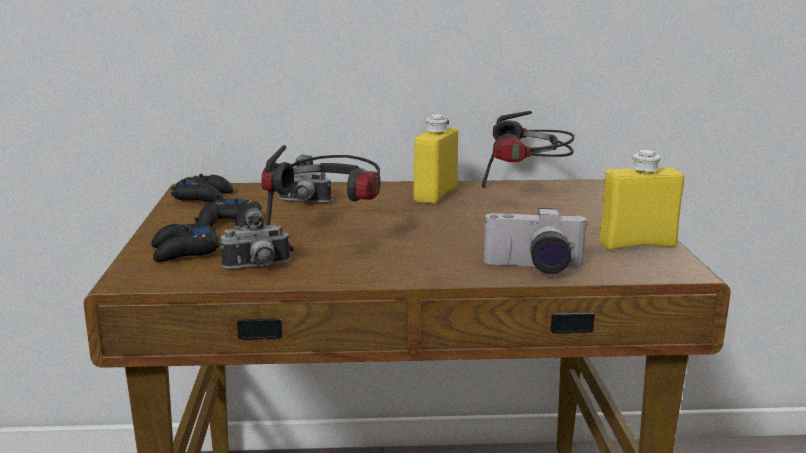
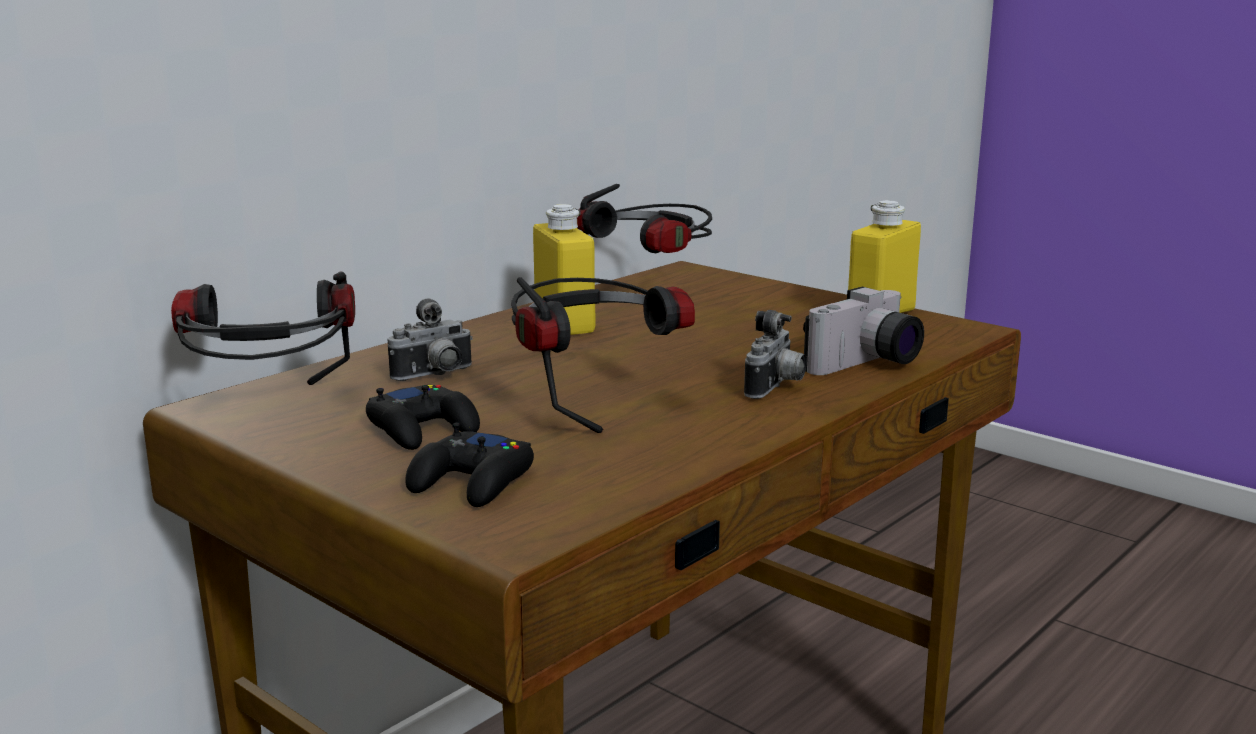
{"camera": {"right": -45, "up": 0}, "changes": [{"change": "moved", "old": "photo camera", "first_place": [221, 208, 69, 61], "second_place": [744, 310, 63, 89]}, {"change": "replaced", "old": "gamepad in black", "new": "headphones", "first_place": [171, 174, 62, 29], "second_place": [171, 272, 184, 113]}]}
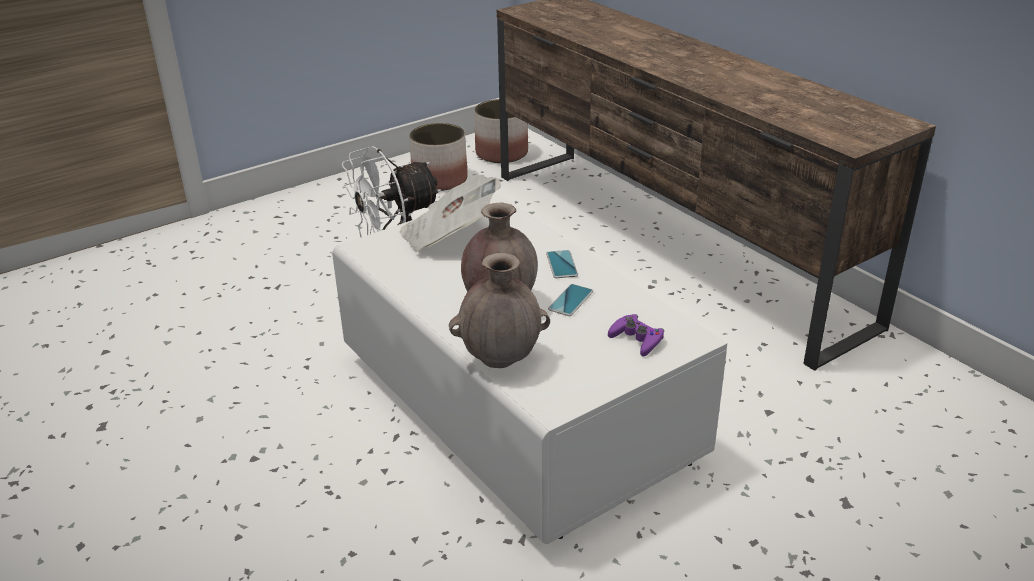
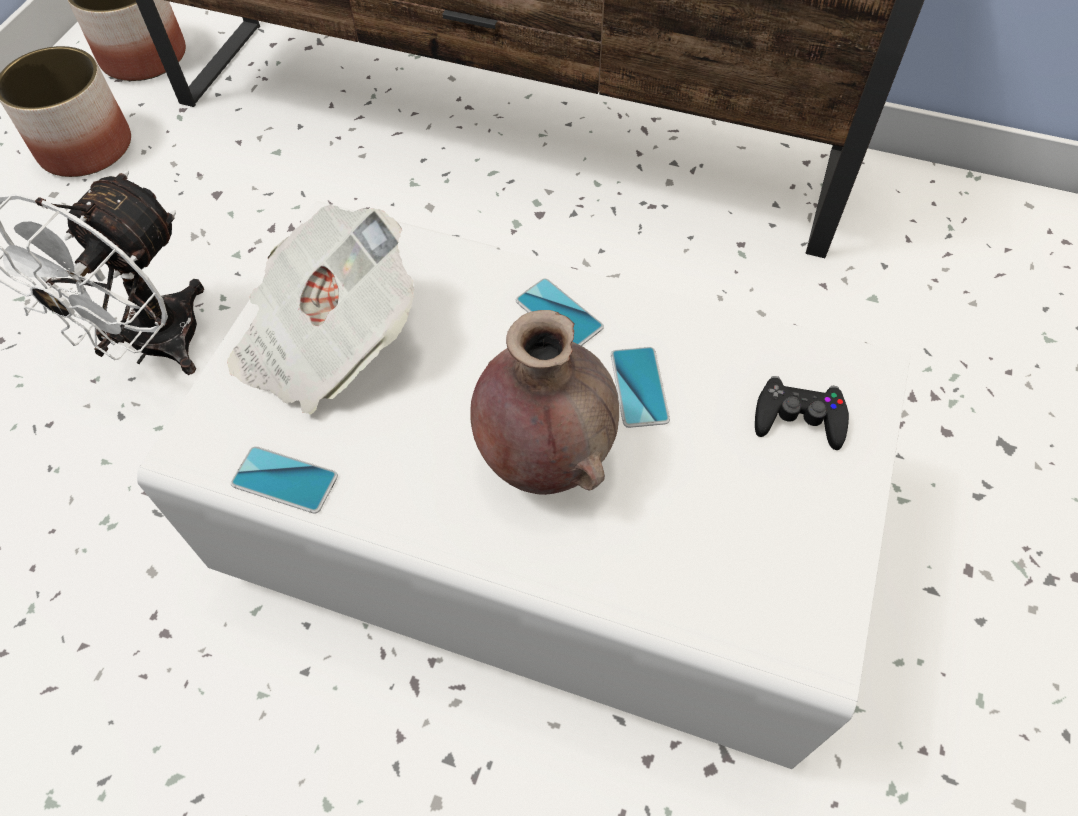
{"camera": {"right": -35, "up": 25}, "changes": [{"change": "removed", "old": "flower vase in brown-coloured", "first_place": [449, 253, 101, 115]}, {"change": "added", "new": "phone", "second_place": [231, 446, 107, 68]}, {"change": "recoloured", "old": "gamepad in purplish", "new": "gamepad in black", "first_place": [608, 314, 56, 43], "second_place": [755, 376, 94, 74]}]}
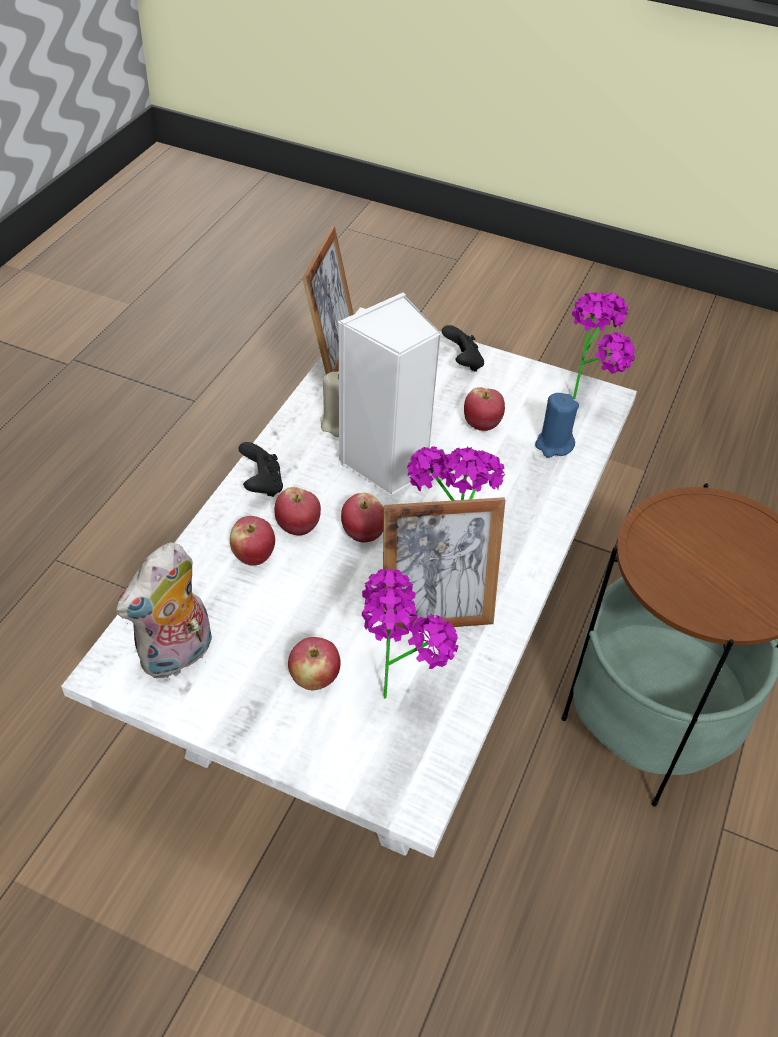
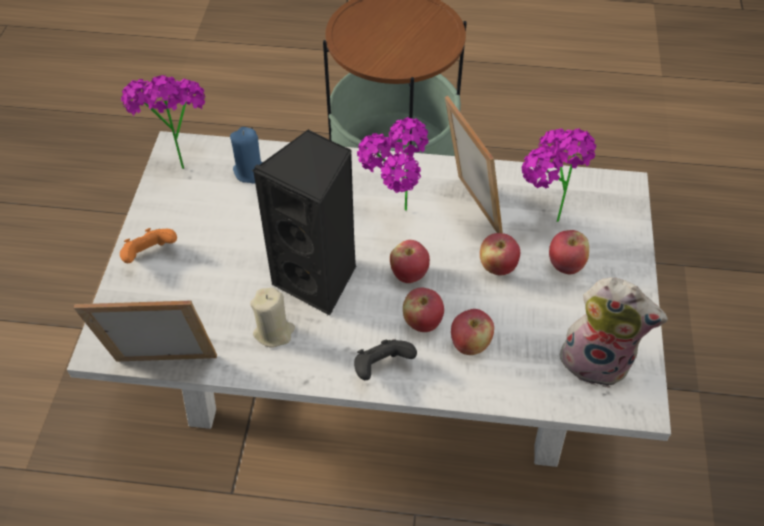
{"camera": {"right": -105, "up": 5}, "changes": [{"change": "moved", "old": "apple fruit", "first_place": [464, 387, 41, 44], "second_place": [480, 233, 40, 42]}, {"change": "recoloured", "old": "speaker in white", "new": "speaker in black", "first_place": [338, 292, 103, 204], "second_place": [252, 129, 104, 187]}, {"change": "recoloured", "old": "gamepad in black", "new": "gamepad in orange", "first_place": [442, 325, 42, 47], "second_place": [120, 228, 57, 35]}]}
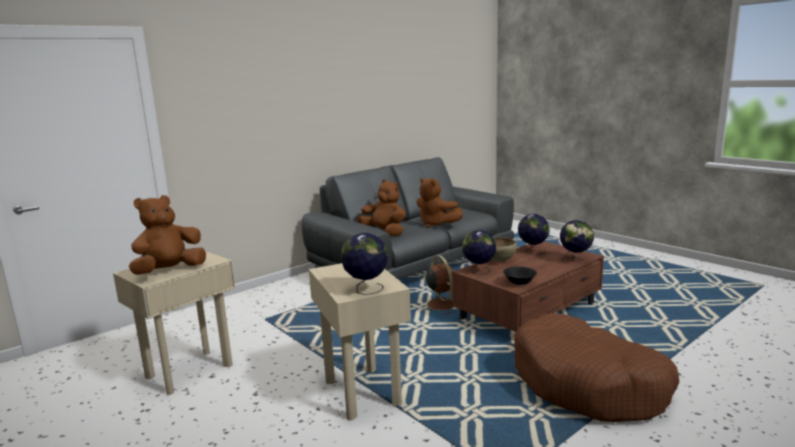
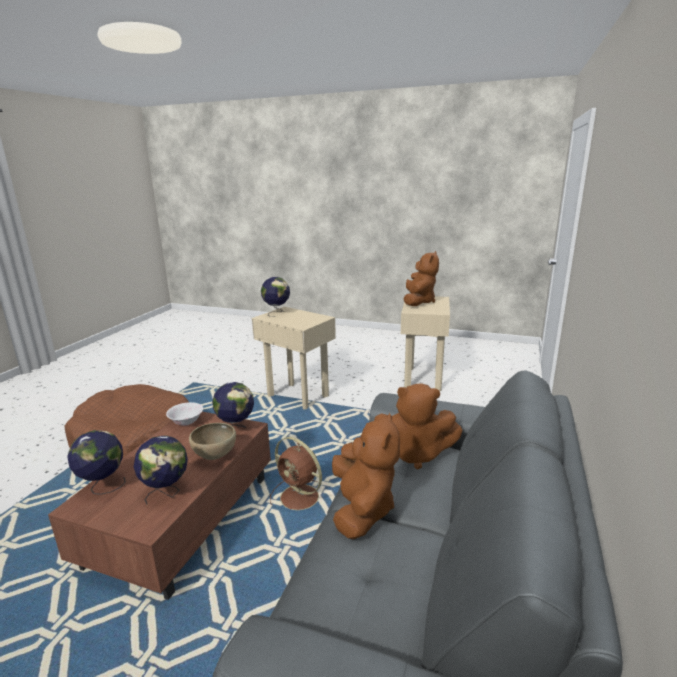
{"camera": {"right": 150, "up": 5}, "changes": [{"change": "recoloured", "old": "bowl in black", "new": "bowl in white", "first_place": [503, 267, 34, 19], "second_place": [166, 402, 37, 24]}, {"change": "turned", "old": "cuddly toy in brown-coloured", "first_place": [416, 178, 47, 50], "second_place": [332, 413, 68, 126], "degrees": 75}]}
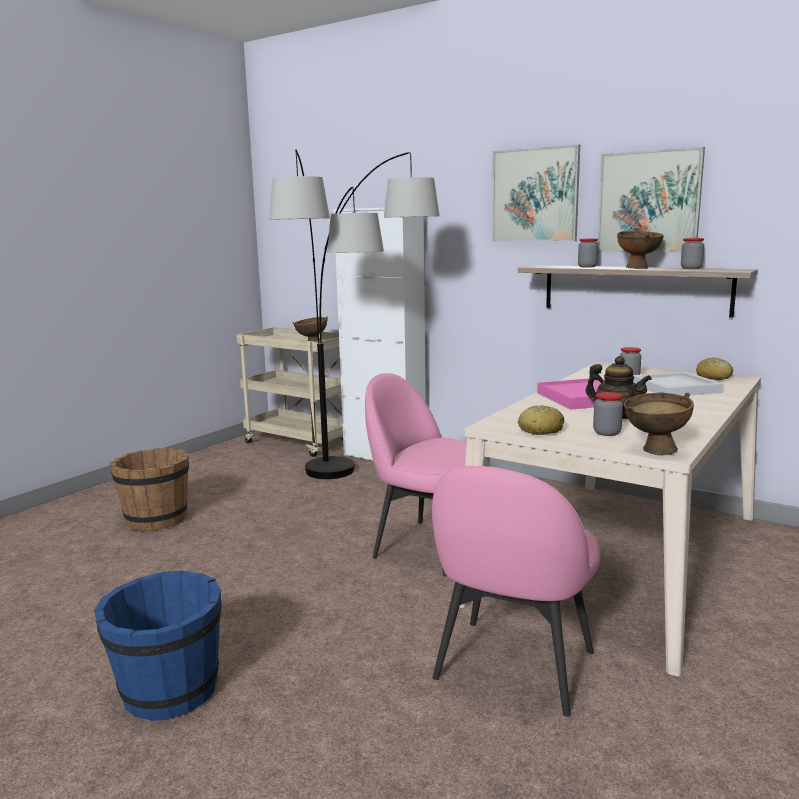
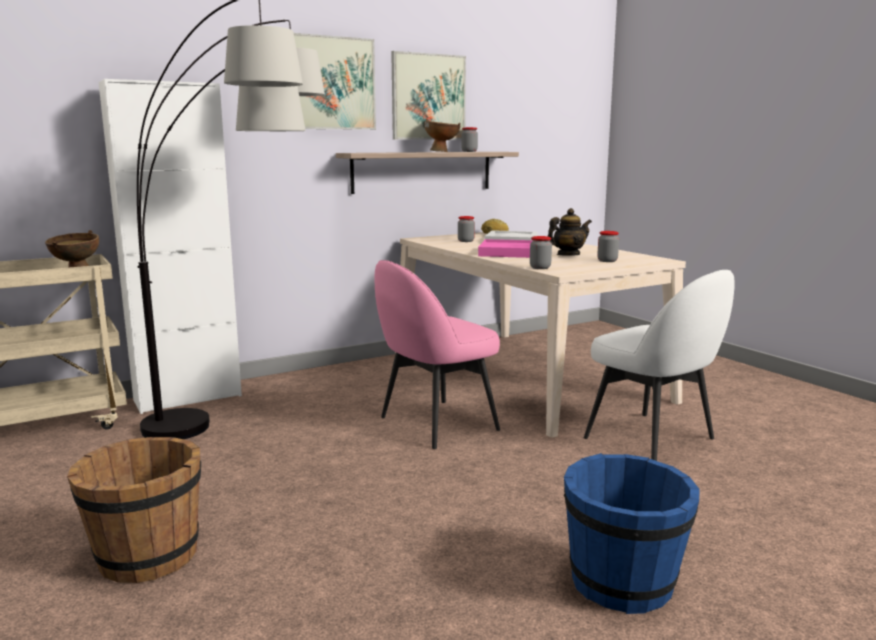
{"camera": {"right": -65, "up": 0}, "changes": [{"change": "removed", "old": "bread", "first_place": [518, 405, 46, 30]}, {"change": "removed", "old": "bowl in brown-coloured", "first_place": [624, 392, 70, 64]}, {"change": "moved", "old": "storage jar", "first_place": [578, 238, 20, 29], "second_place": [530, 236, 22, 33]}, {"change": "recoloured", "old": "upright chair in pink-coloured", "new": "upright chair in white", "first_place": [432, 466, 169, 251], "second_place": [584, 270, 151, 191]}]}
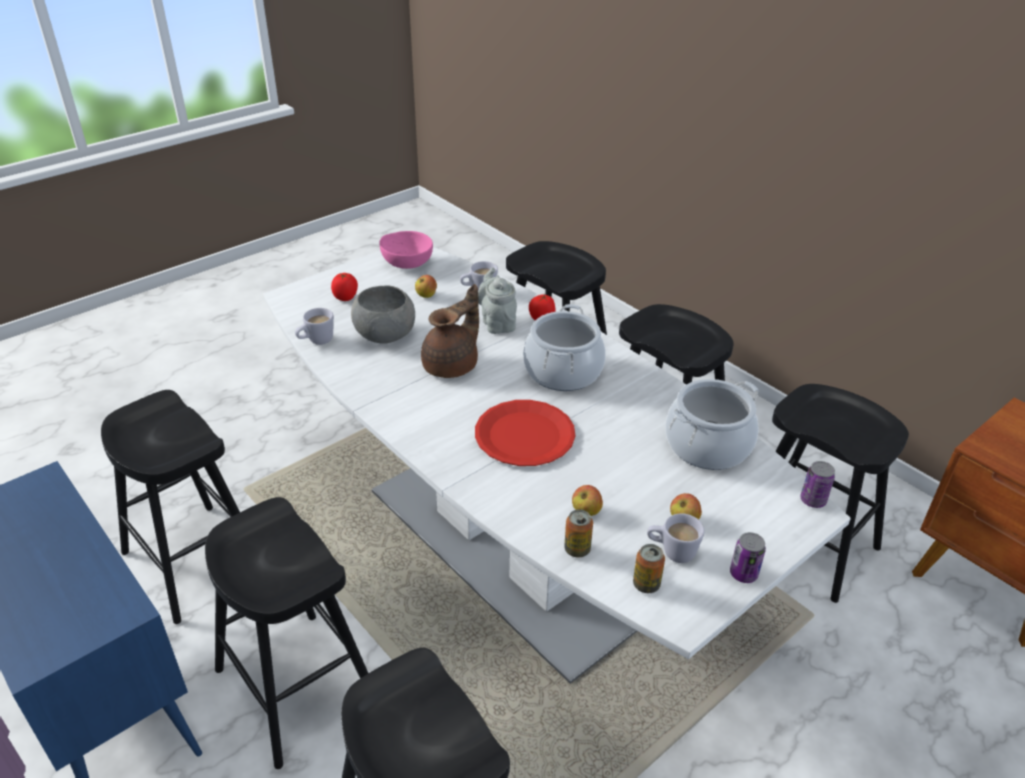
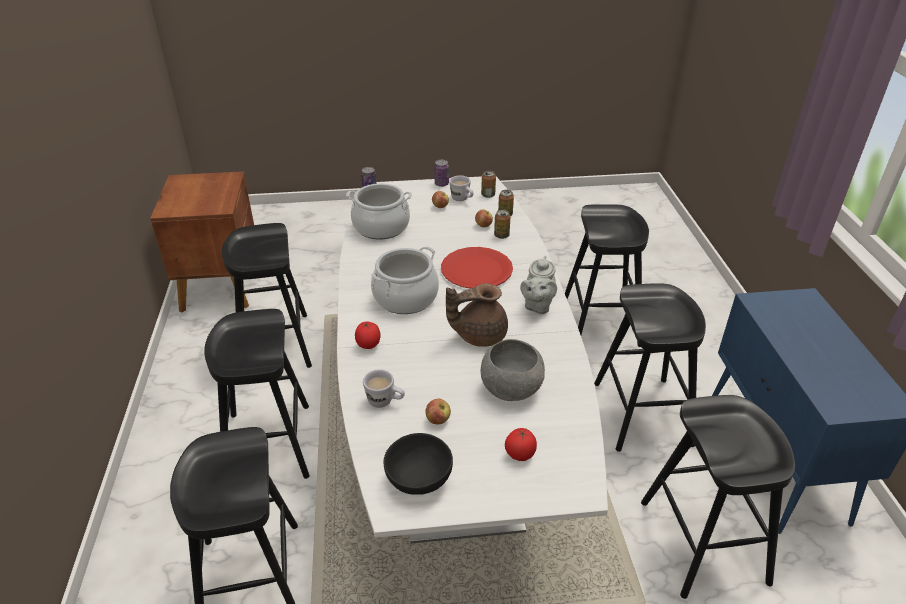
{"camera": {"right": -145, "up": 0}, "changes": [{"change": "removed", "old": "mug in white", "first_place": [295, 308, 39, 37]}, {"change": "added", "new": "sealed can", "second_place": [494, 210, 16, 29]}, {"change": "moved", "old": "teapot in greyish", "first_place": [478, 268, 39, 66], "second_place": [520, 256, 37, 58]}, {"change": "recoloured", "old": "bowl in pink-coloured", "new": "bowl in black", "first_place": [380, 231, 53, 38], "second_place": [383, 433, 70, 62]}]}
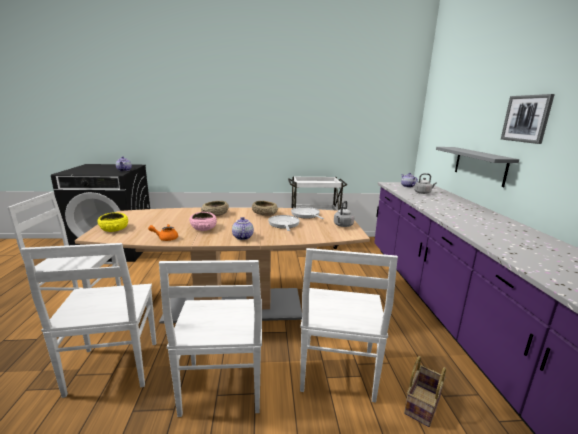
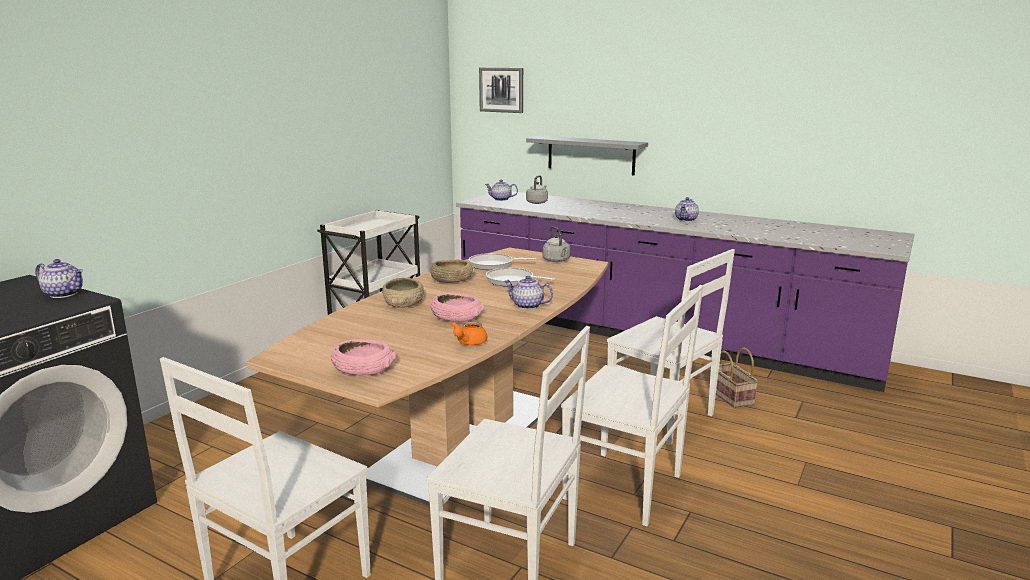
{"camera": {"right": -55, "up": 0}, "changes": [{"change": "added", "new": "teapot", "second_place": [675, 197, 24, 25]}, {"change": "moved", "old": "wall picture", "first_place": [501, 94, 54, 50], "second_place": [479, 68, 44, 45]}, {"change": "recoloured", "old": "bowl in yellow", "new": "bowl in pink-coloured", "first_place": [97, 212, 31, 20], "second_place": [331, 339, 65, 36]}]}
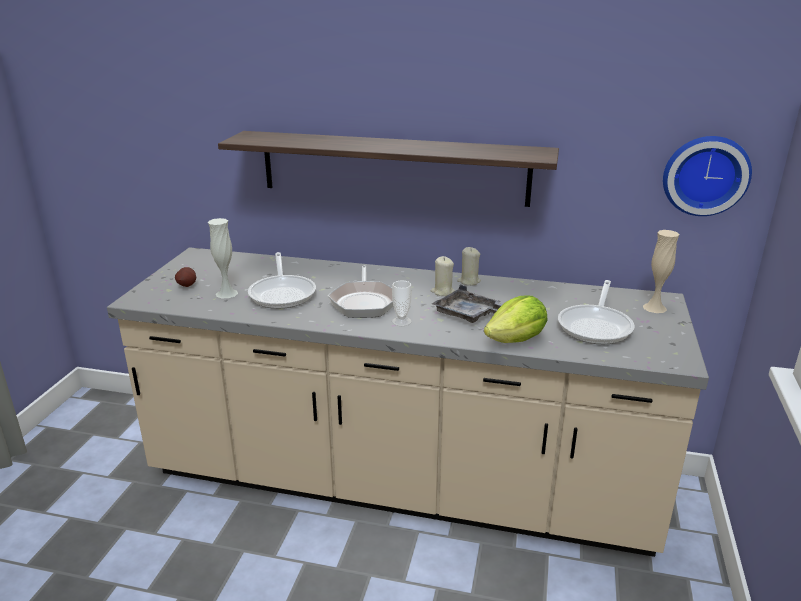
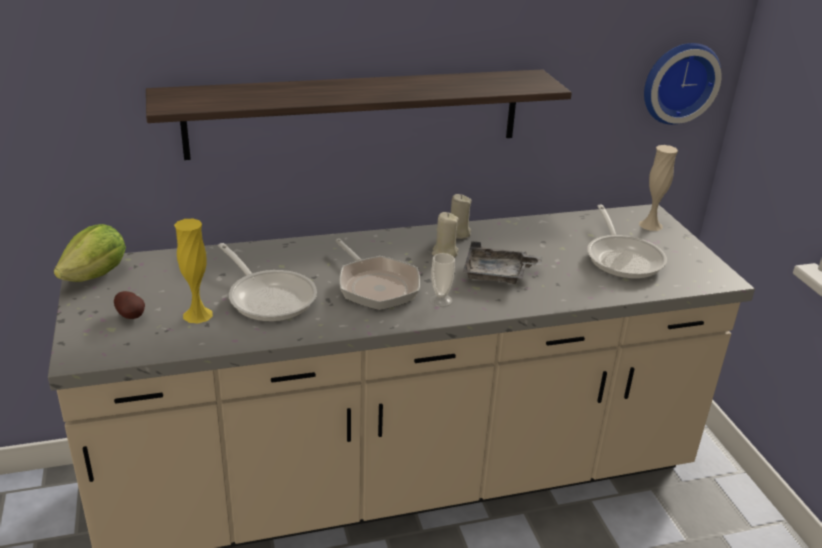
{"camera": {"right": -30, "up": 5}, "changes": [{"change": "moved", "old": "head of lettuce", "first_place": [484, 295, 63, 48], "second_place": [53, 224, 73, 58]}, {"change": "recoloured", "old": "flower vase in white", "new": "flower vase in yellow", "first_place": [208, 218, 30, 80], "second_place": [174, 219, 39, 104]}]}
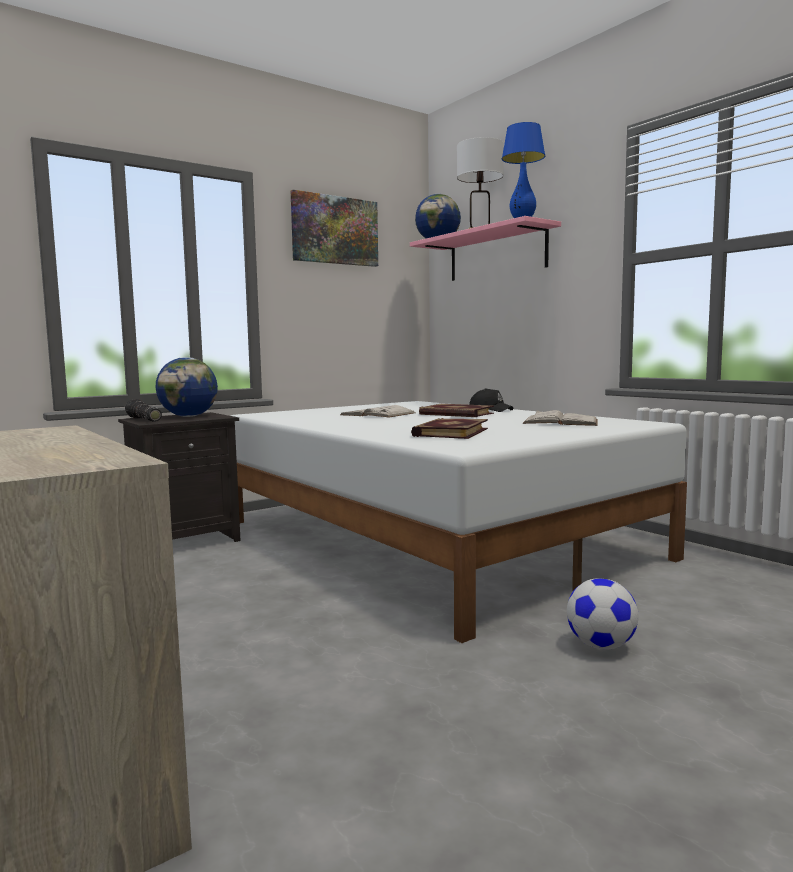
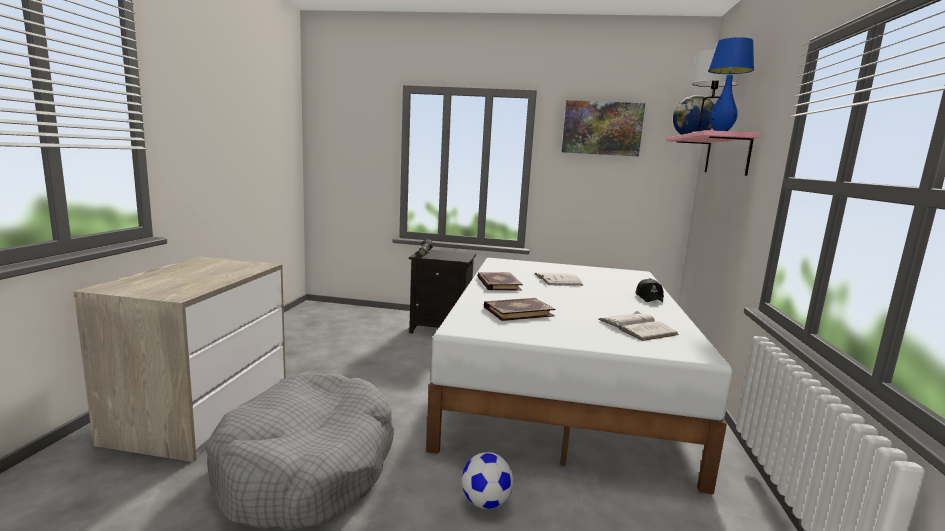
{"camera": {"right": 45, "up": 5}, "changes": [{"change": "removed", "old": "desk globe", "first_place": [156, 357, 62, 60]}, {"change": "added", "new": "pet bed in greyish", "second_place": [205, 372, 189, 158]}, {"change": "moved", "old": "bound book", "first_place": [419, 404, 75, 13], "second_place": [477, 272, 46, 19]}]}
